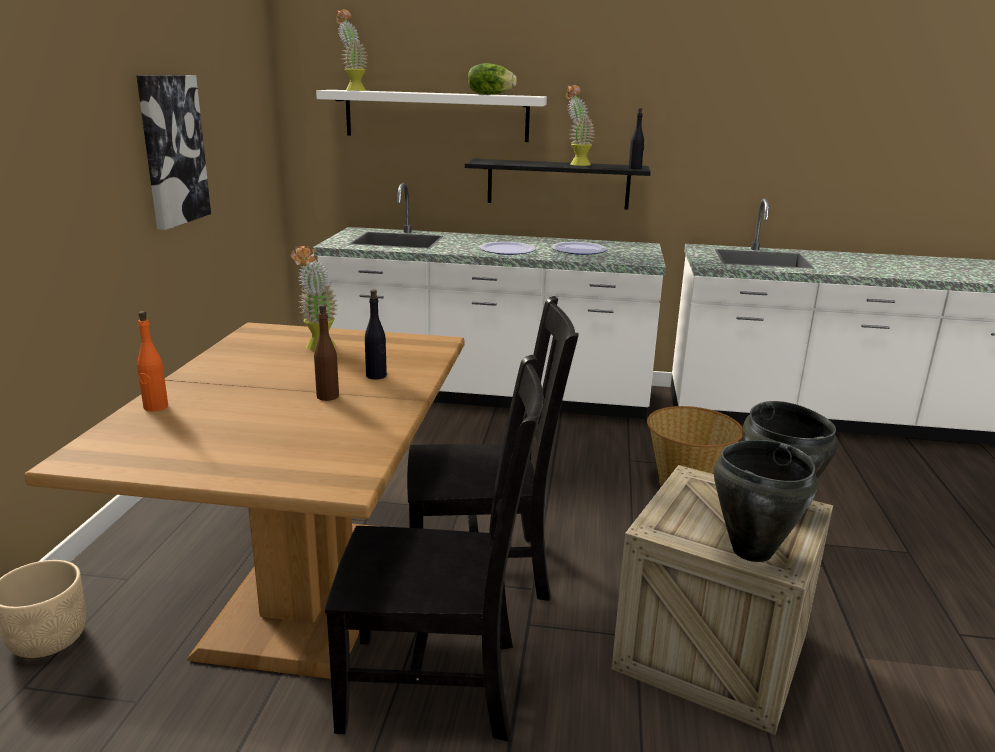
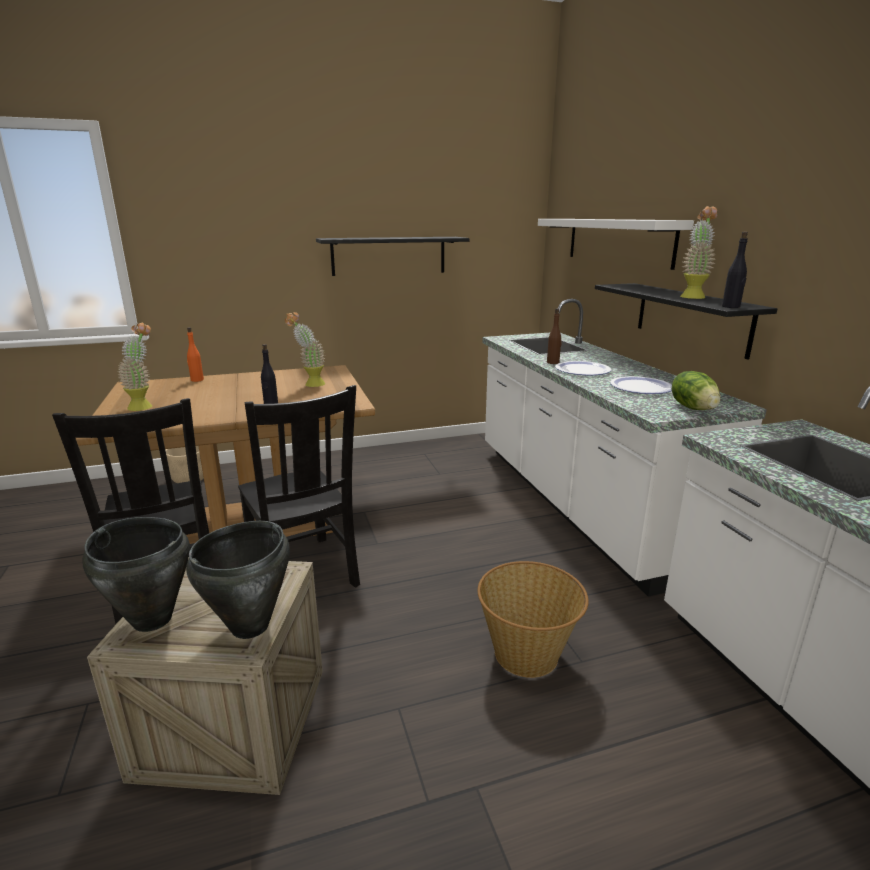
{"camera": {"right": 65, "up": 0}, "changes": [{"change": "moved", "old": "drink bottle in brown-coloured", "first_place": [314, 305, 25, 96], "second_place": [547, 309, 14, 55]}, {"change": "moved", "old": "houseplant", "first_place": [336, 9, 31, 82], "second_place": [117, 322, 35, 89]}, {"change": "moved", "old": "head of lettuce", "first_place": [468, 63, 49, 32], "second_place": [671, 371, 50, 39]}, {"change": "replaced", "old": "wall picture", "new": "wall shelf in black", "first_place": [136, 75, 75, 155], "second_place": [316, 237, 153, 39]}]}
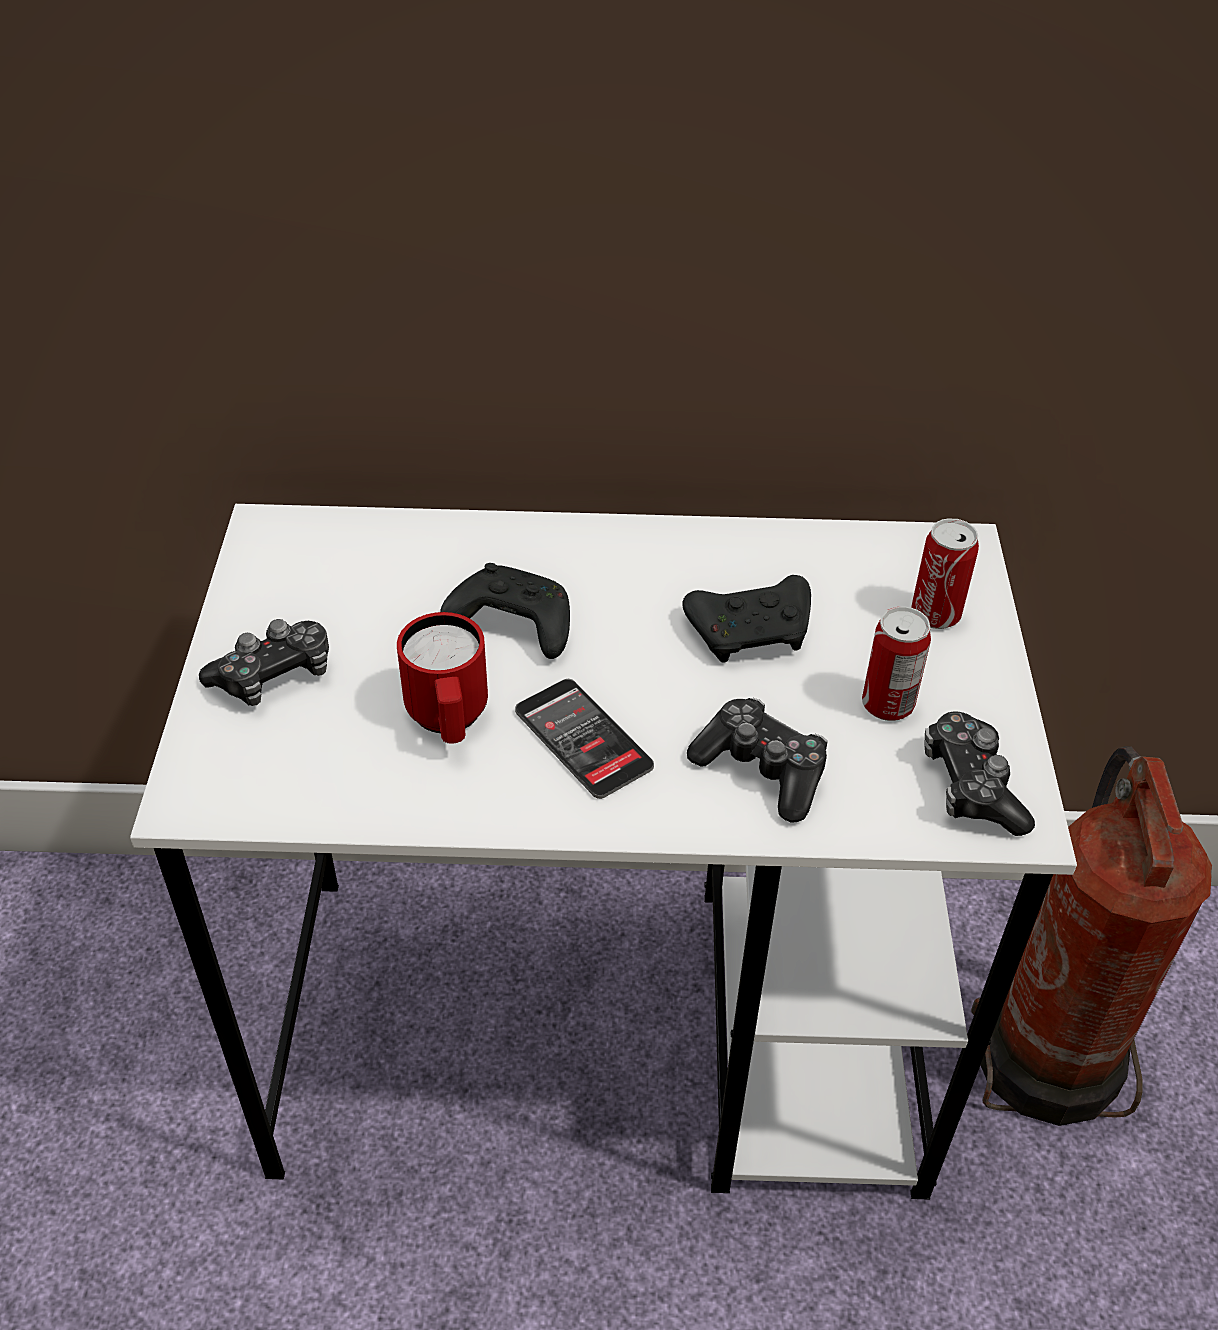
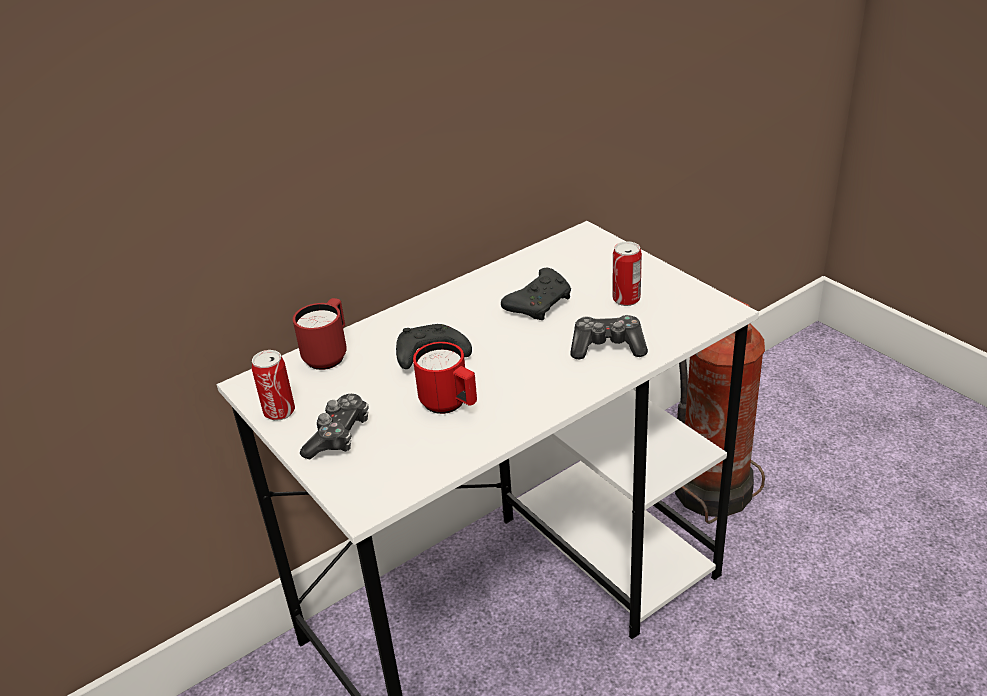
{"camera": {"right": -35, "up": -10}, "changes": [{"change": "removed", "old": "phone", "first_place": [515, 679, 139, 120]}, {"change": "removed", "old": "gamepad", "first_place": [924, 711, 111, 125]}, {"change": "added", "new": "mug in red", "second_place": [293, 298, 53, 72]}, {"change": "moved", "old": "sealed can", "first_place": [911, 519, 68, 110], "second_place": [252, 350, 43, 71]}]}
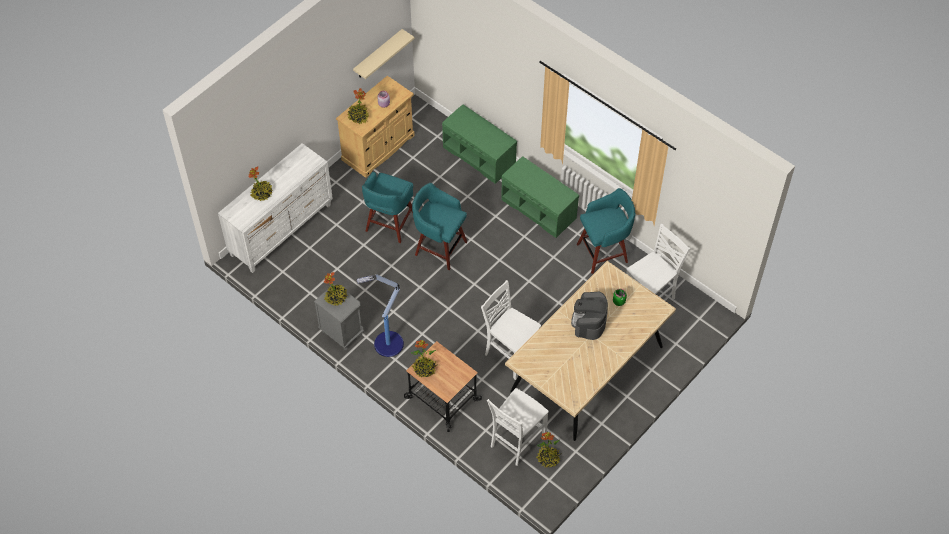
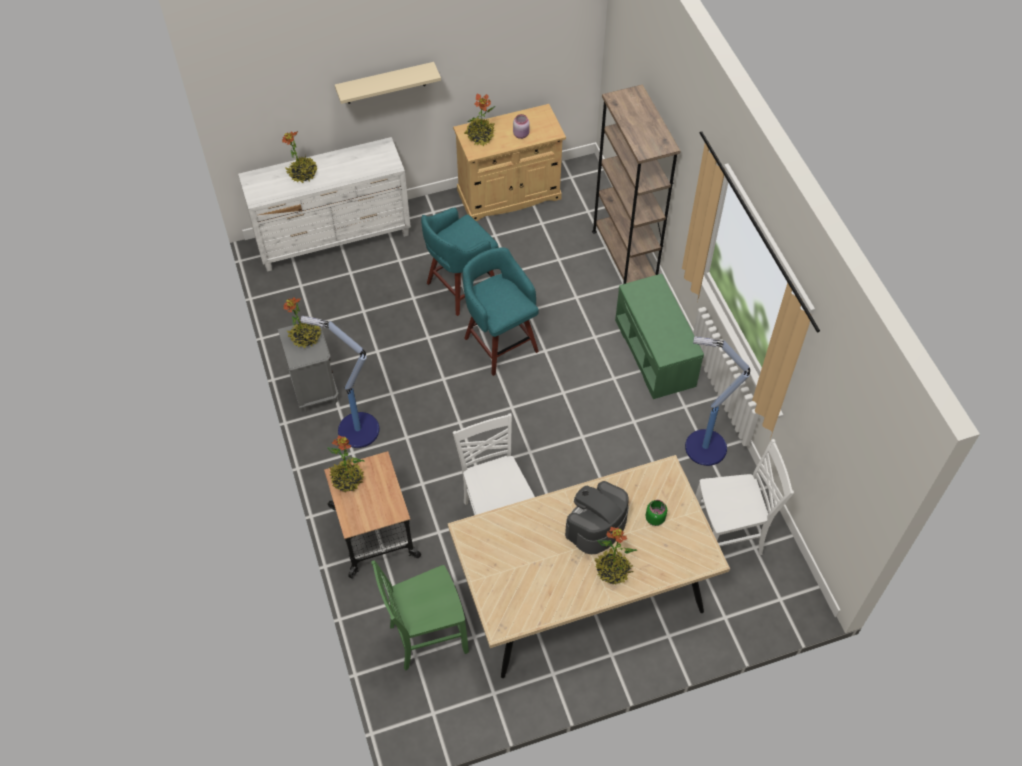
{"camera": {"right": 30, "up": 0}, "changes": [{"change": "moved", "old": "wall shelf in beige", "first_place": [353, 29, 61, 50], "second_place": [335, 62, 106, 42]}, {"change": "moved", "old": "houseplant", "first_place": [536, 432, 26, 35], "second_place": [594, 527, 44, 57]}, {"change": "replaced", "old": "long seat in greenish", "new": "bookshelf in brown-coloured", "first_place": [442, 105, 75, 79], "second_place": [592, 84, 88, 200]}, {"change": "replaced", "old": "stool seat in blue-green", "new": "standing lamp", "first_place": [577, 188, 58, 86], "second_place": [685, 336, 65, 130]}, {"change": "recoloured", "old": "upright chair in white", "new": "upright chair in greenish", "first_place": [487, 388, 62, 78], "second_place": [371, 560, 98, 110]}]}
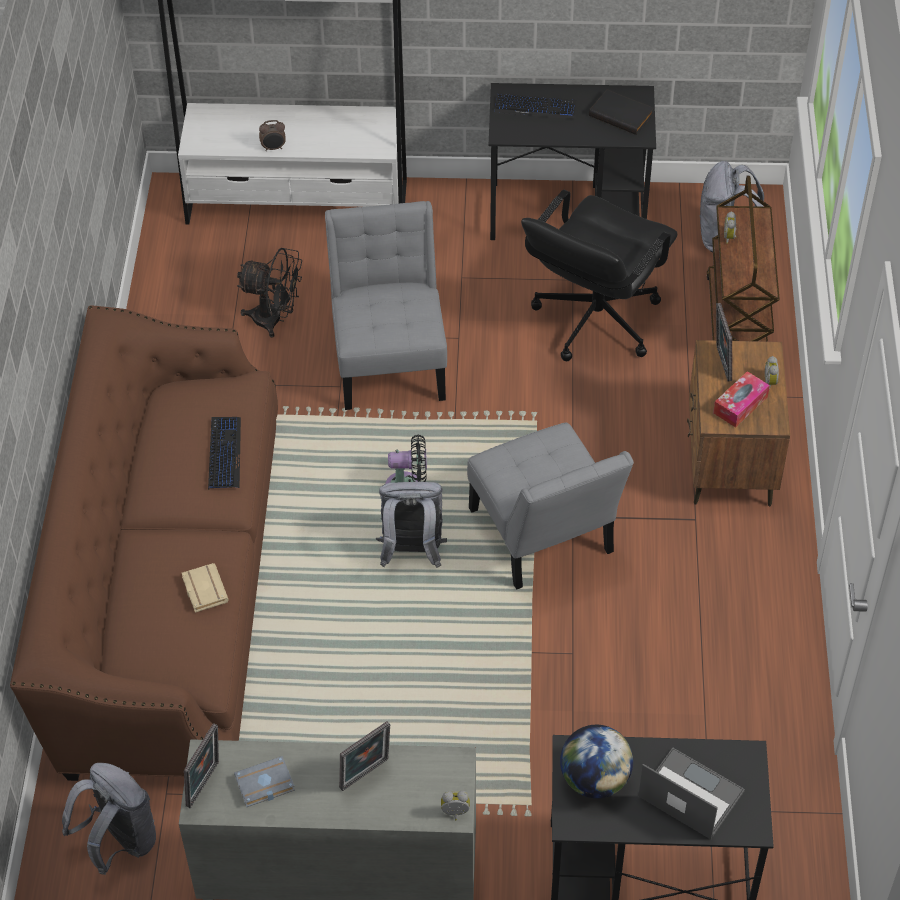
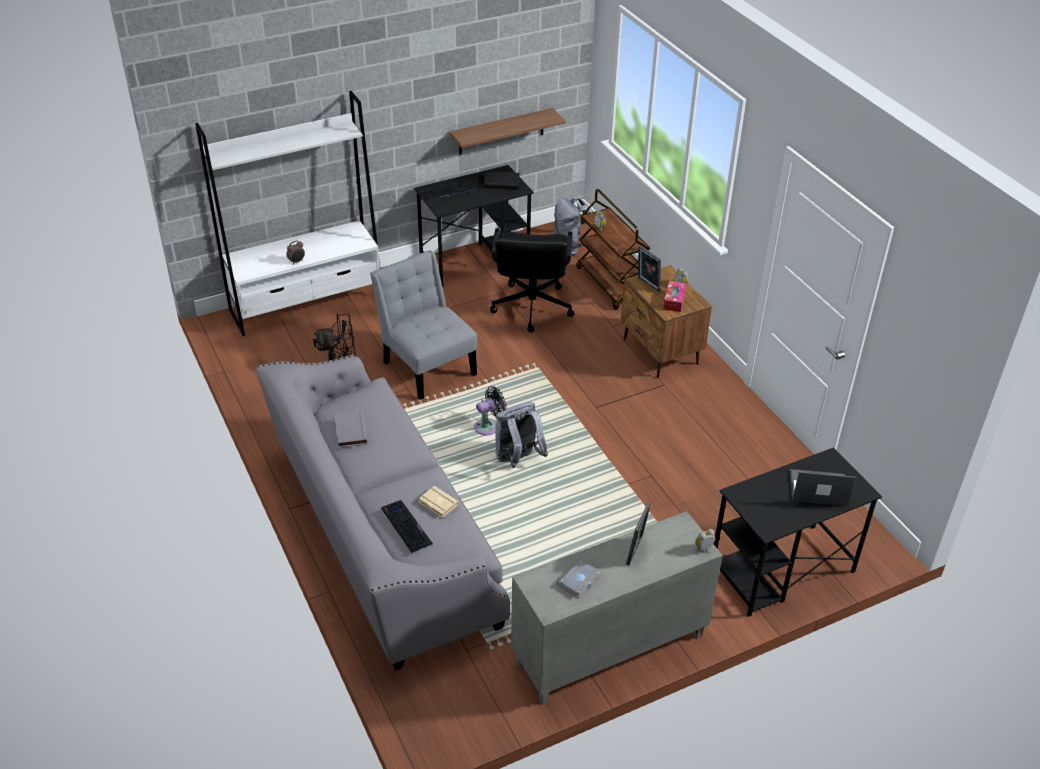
{"camera": {"right": -30, "up": -10}, "changes": [{"change": "removed", "old": "knapsack in greyish", "first_place": [62, 763, 94, 112]}, {"change": "removed", "old": "standing frame", "first_place": [184, 723, 35, 85]}, {"change": "removed", "old": "upright chair in greyish", "first_place": [467, 423, 167, 167]}, {"change": "removed", "old": "desk globe", "first_place": [560, 725, 73, 73]}, {"change": "added", "new": "bound book in greyish", "second_place": [334, 410, 33, 38]}, {"change": "added", "new": "wall shelf", "second_place": [449, 108, 117, 46]}, {"change": "moved", "old": "computer keyboard", "first_place": [208, 417, 33, 72], "second_place": [381, 500, 52, 54]}, {"change": "recoloured", "old": "settee in brown-coloured", "new": "settee in greyish", "first_place": [10, 305, 268, 476], "second_place": [256, 355, 254, 316]}]}
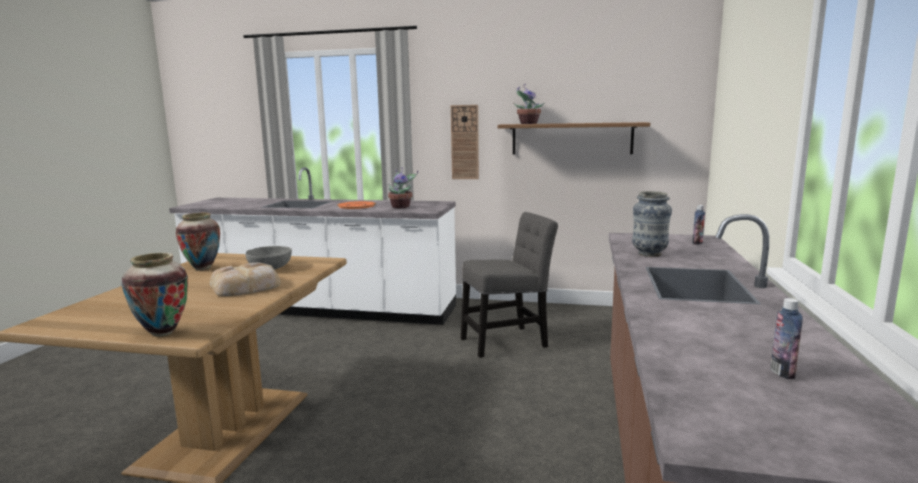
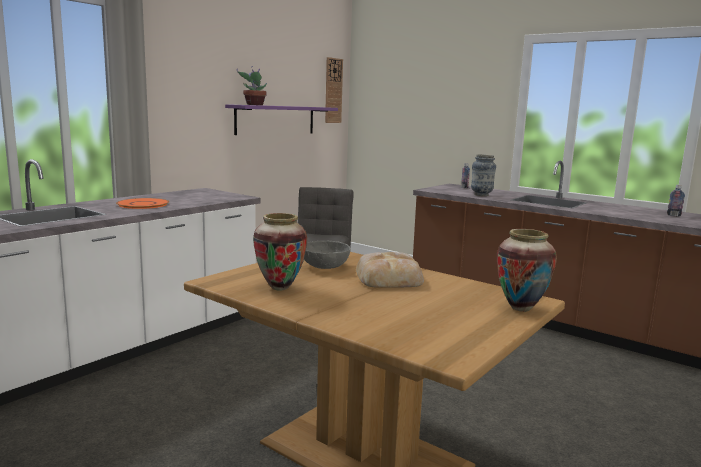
{"camera": {"right": -65, "up": 0}, "changes": [{"change": "removed", "old": "houseplant", "first_place": [388, 170, 30, 38]}, {"change": "moved", "old": "wall clock", "first_place": [451, 105, 28, 74], "second_place": [325, 57, 18, 66]}, {"change": "recoloured", "old": "wall shelf in brown-coloured", "new": "wall shelf in purplish", "first_place": [498, 122, 152, 32], "second_place": [225, 104, 113, 31]}]}
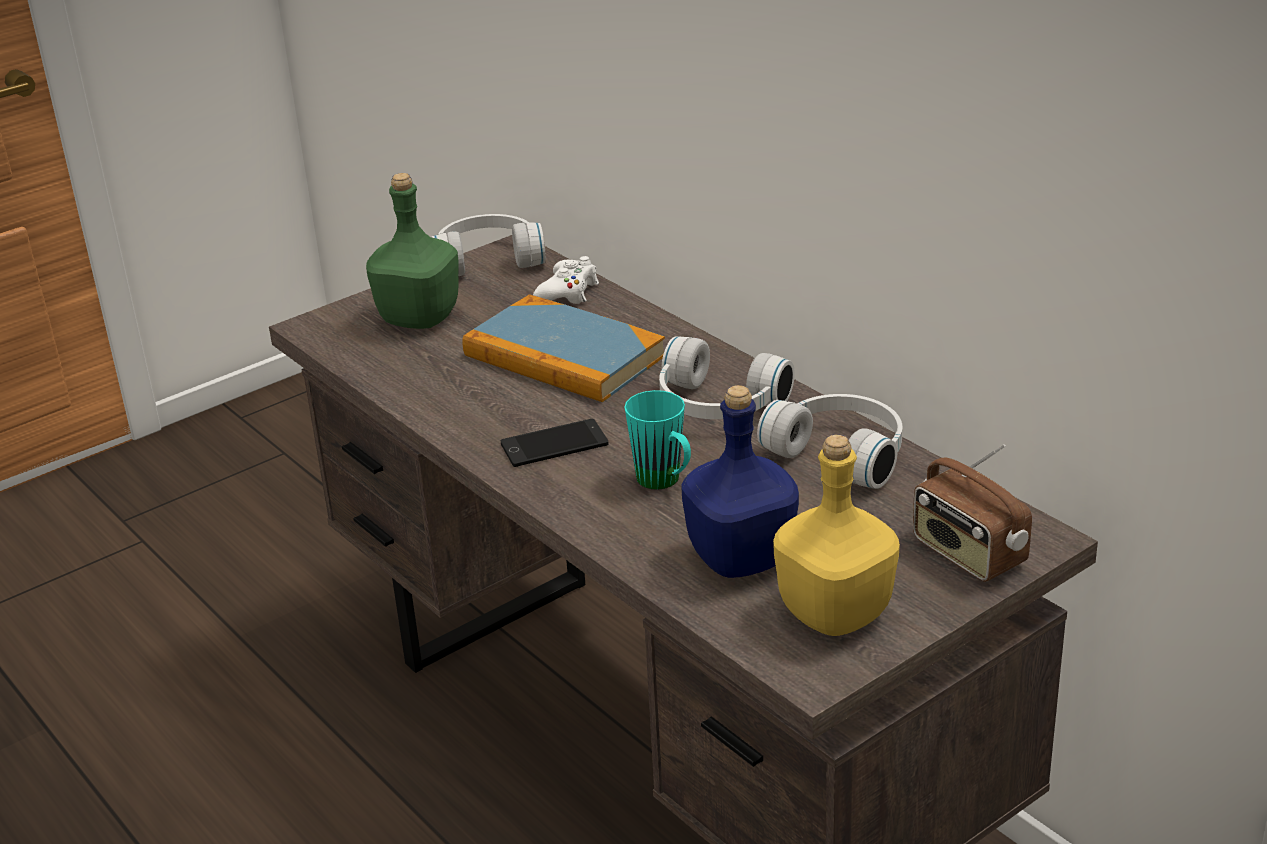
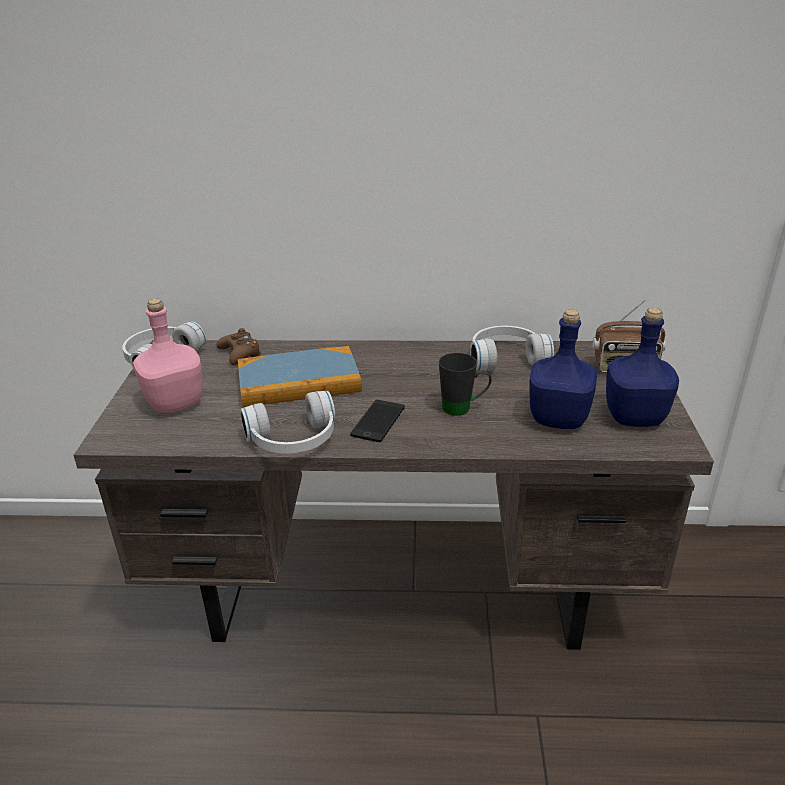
{"camera": {"right": -50, "up": 0}, "changes": [{"change": "moved", "old": "headphones in white", "first_place": [659, 336, 136, 83], "second_place": [240, 391, 96, 63]}, {"change": "recoloured", "old": "drink bottle in greenish", "new": "drink bottle in pink-coloured", "first_place": [366, 173, 93, 156], "second_place": [133, 299, 70, 114]}, {"change": "recoloured", "old": "gamepad in white", "new": "gamepad in brown-coloured", "first_place": [533, 256, 66, 48], "second_place": [216, 328, 45, 37]}, {"change": "recoloured", "old": "mug in blue-green", "new": "mug in black", "first_place": [624, 390, 67, 100], "second_place": [439, 353, 53, 63]}, {"change": "recoloured", "old": "drink bottle in yellow", "new": "drink bottle in bluish", "first_place": [773, 435, 127, 201], "second_place": [606, 308, 73, 119]}]}
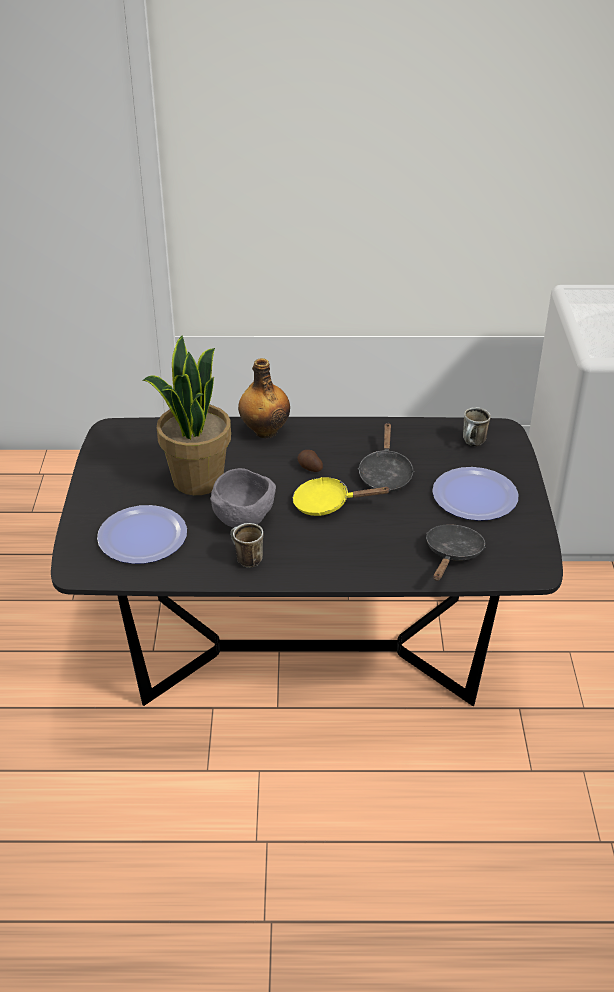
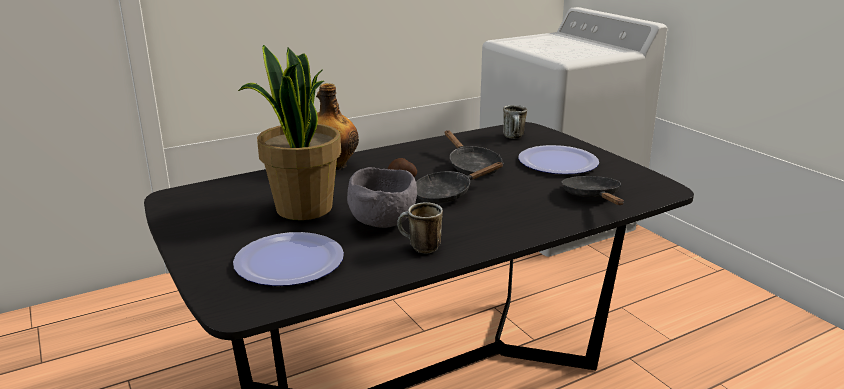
{"camera": {"right": -30, "up": -15}, "changes": [{"change": "recoloured", "old": "frying pan in yellow", "new": "frying pan in black", "first_place": [293, 477, 98, 39], "second_place": [416, 162, 88, 41]}]}
